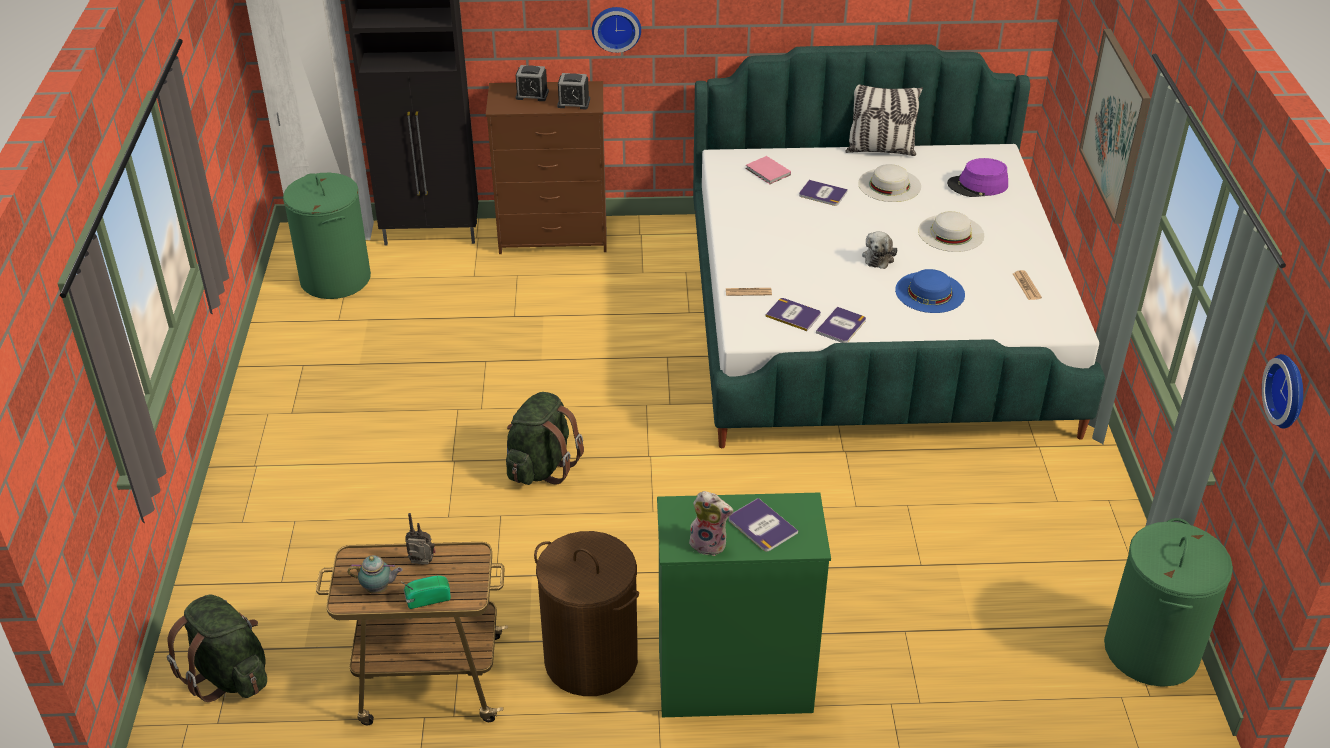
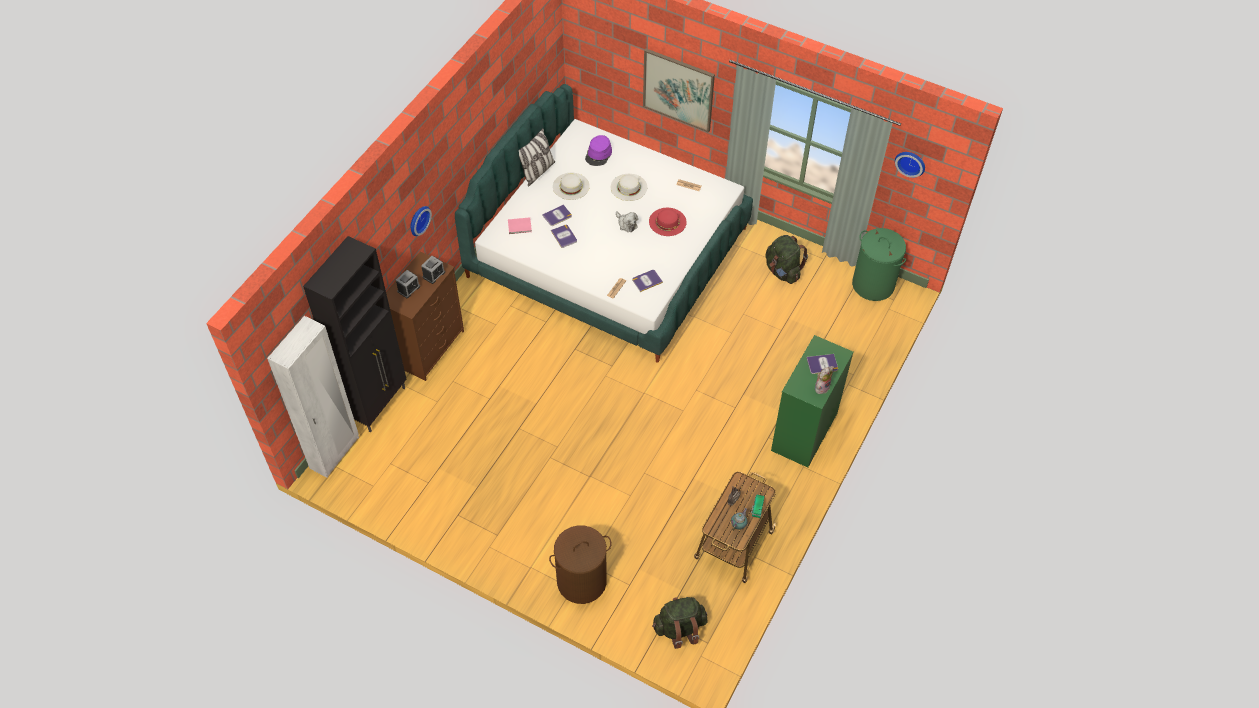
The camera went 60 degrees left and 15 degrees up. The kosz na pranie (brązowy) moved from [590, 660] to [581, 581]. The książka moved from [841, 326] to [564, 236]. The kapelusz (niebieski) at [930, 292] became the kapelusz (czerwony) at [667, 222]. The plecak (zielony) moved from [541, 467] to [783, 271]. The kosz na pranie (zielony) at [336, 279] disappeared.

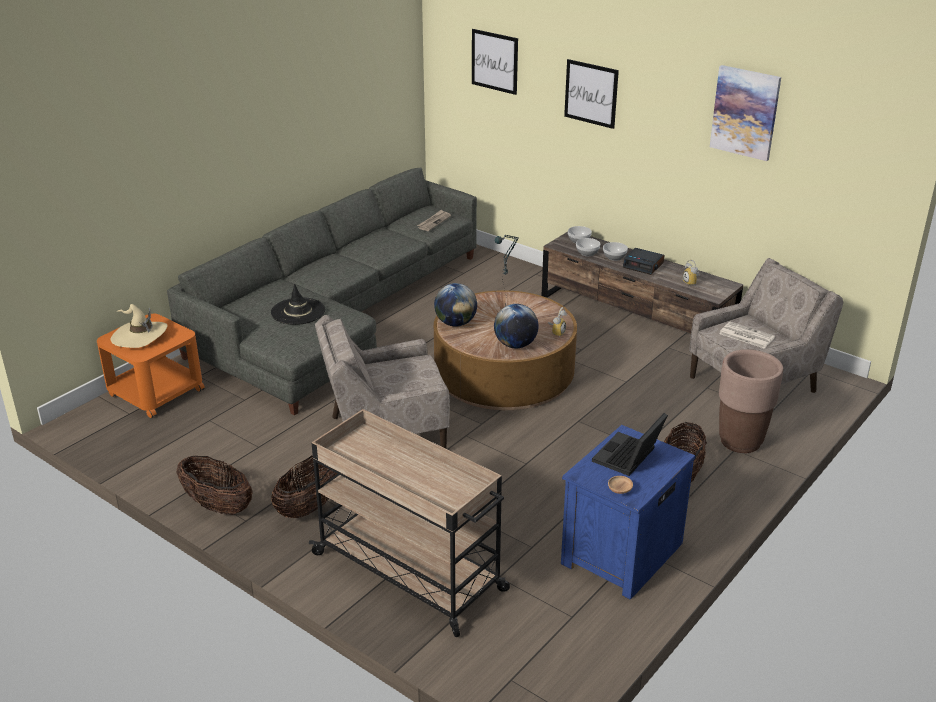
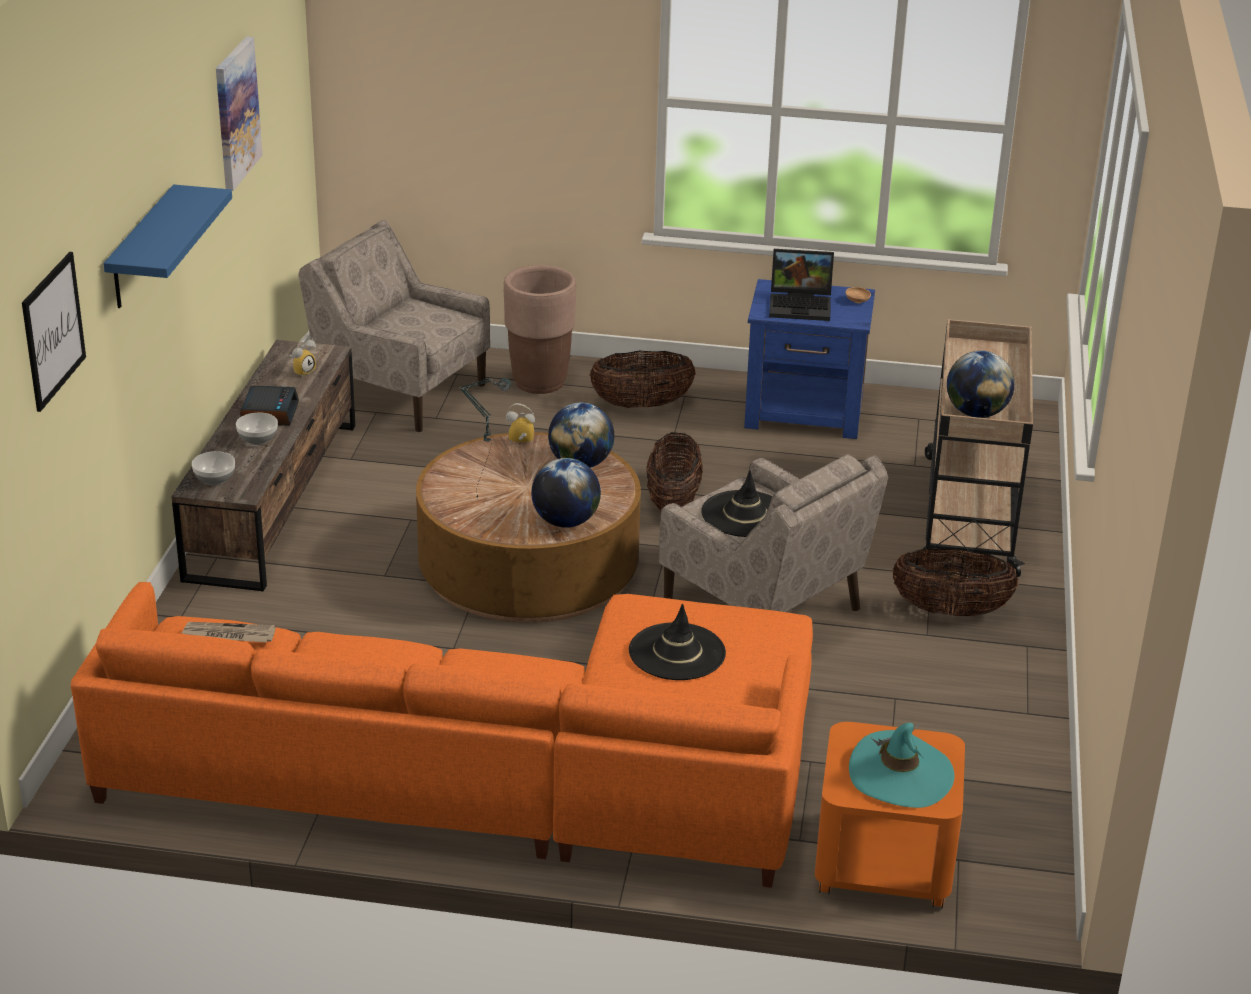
The camera went 120 degrees left and 0 degrees up. The kanapa (szary) at [335, 317] became the kanapa (pomarańczowy) at [494, 774]. The obraz at [591, 93] was replaced by the półka (niebieski) at [142, 248]. The koszyk moved from [217, 505] to [673, 502]. The kapelusz (czarny) at [744, 514] appeared. The kapelusz (beżowy) at [139, 336] became the kapelusz (turkusowy) at [900, 775]. The globus at [976, 413] appeared. The miska at [587, 253] disappeared. The gazeta at [746, 335] disappeared.

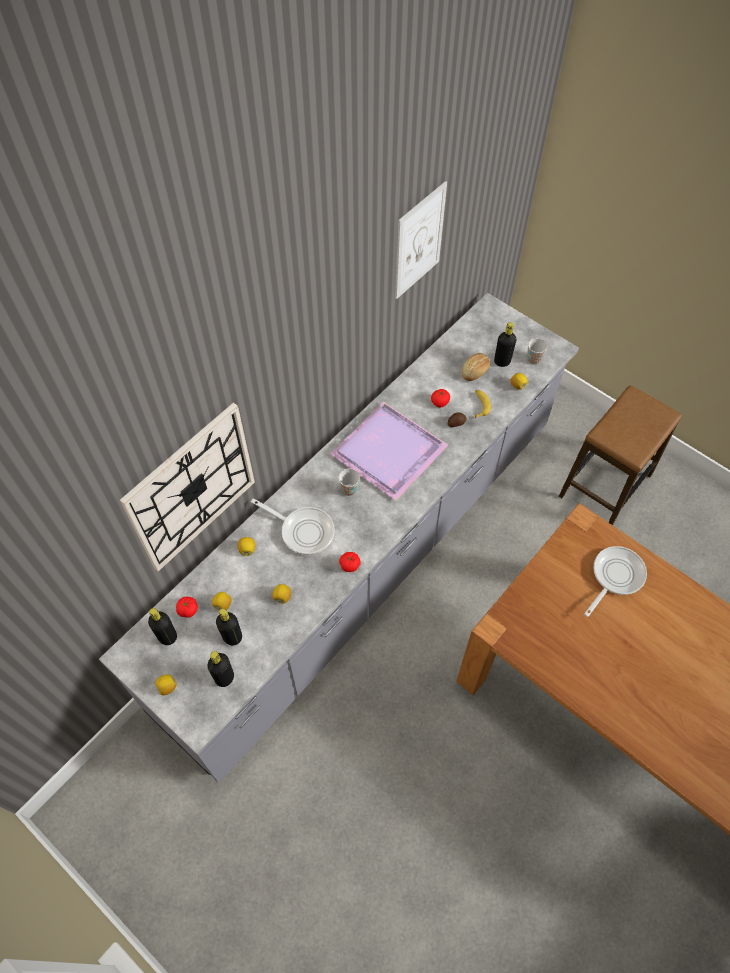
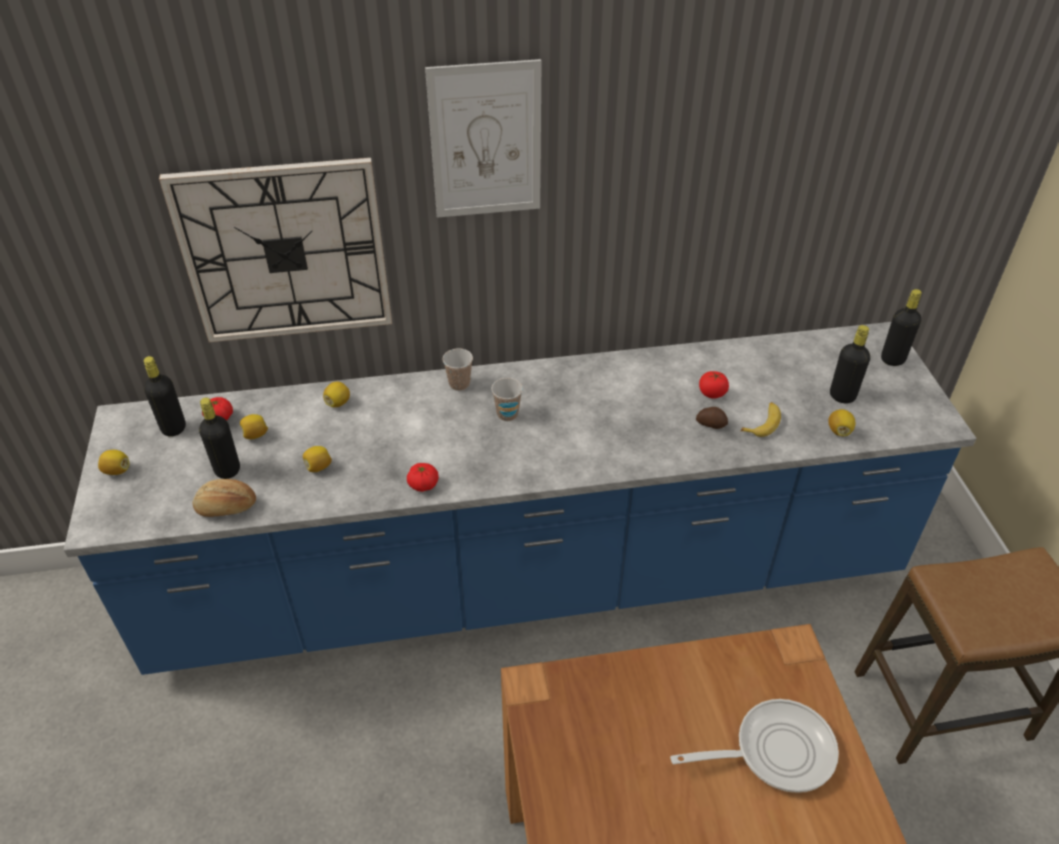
The camera went 40 degrees right and 15 degrees down. The zabudowa kuchenna (szary) at [365, 562] became the zabudowa kuchenna (niebieski) at [529, 578]. The chleb moved from [475, 371] to [226, 508]. The obraz moved from [419, 241] to [486, 141]. The filiżanka moved from [533, 359] to [459, 384]. The butelka (czarny) moved from [224, 677] to [892, 359]. The patelnia at [303, 530] disappeared. The taca (fioletowy) at [389, 453] disappeared.

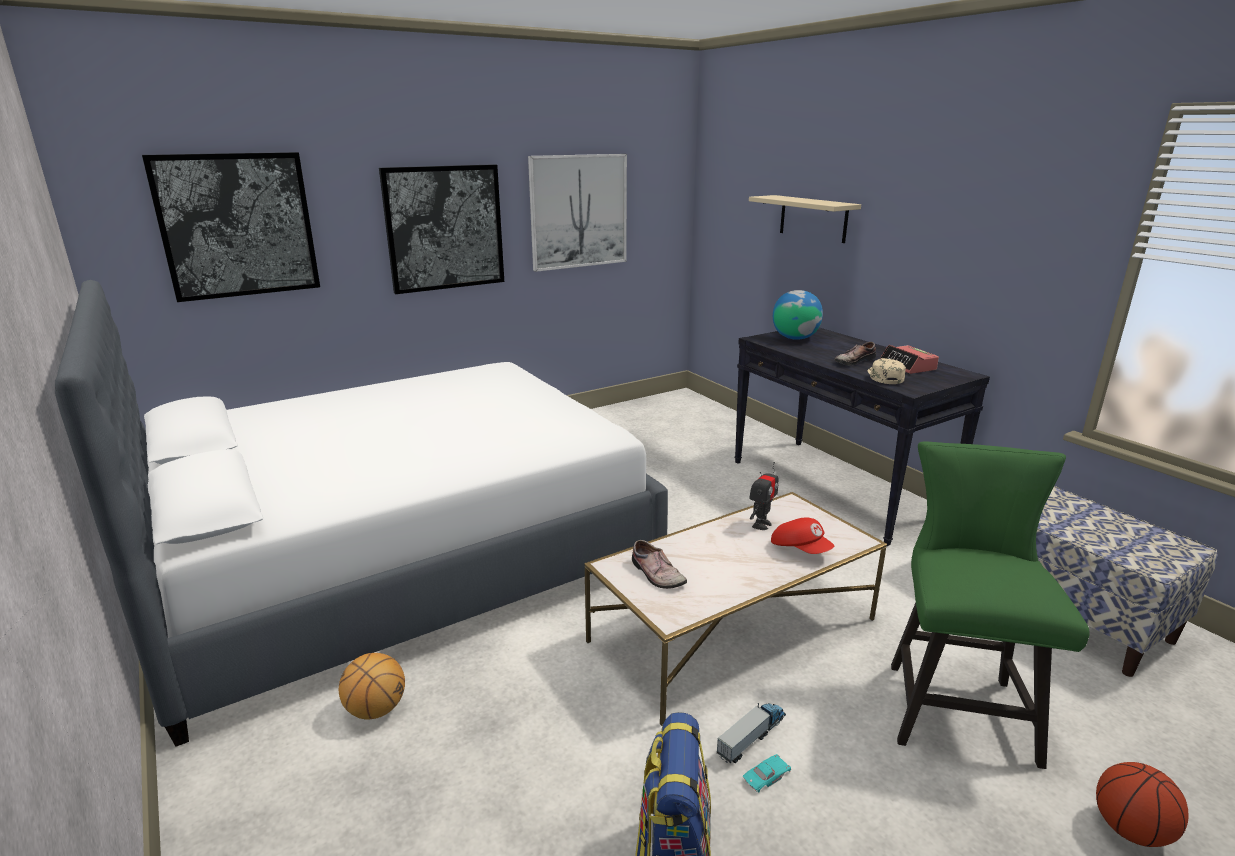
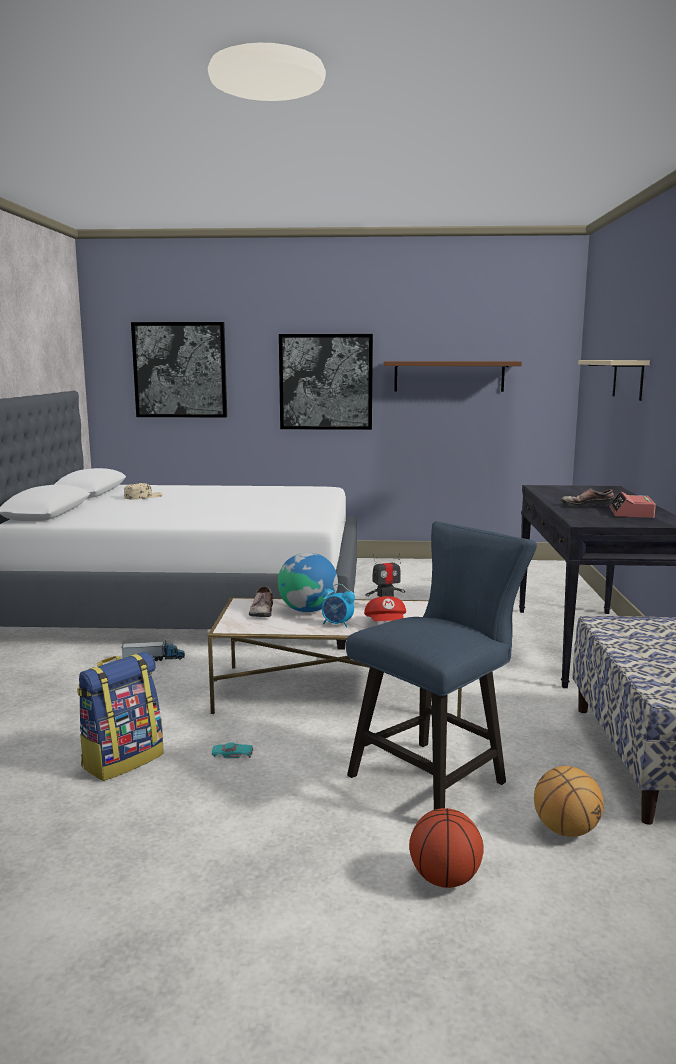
The camera went 35 degrees right and 10 degrees down. The ciężarówka zabawkowa moved from [752, 737] to [154, 659]. The czapka z daszkiem (beżowy) moved from [884, 376] to [143, 497]. The globus moved from [795, 338] to [308, 610]. The budzik at [337, 624] appeared. The krzesło (zielony) at [955, 703] became the krzesło (niebieski) at [436, 776]. The obraz at [578, 211] was replaced by the półka (brązowy) at [449, 376]. The piłka do koszykówki moved from [376, 710] to [566, 830].

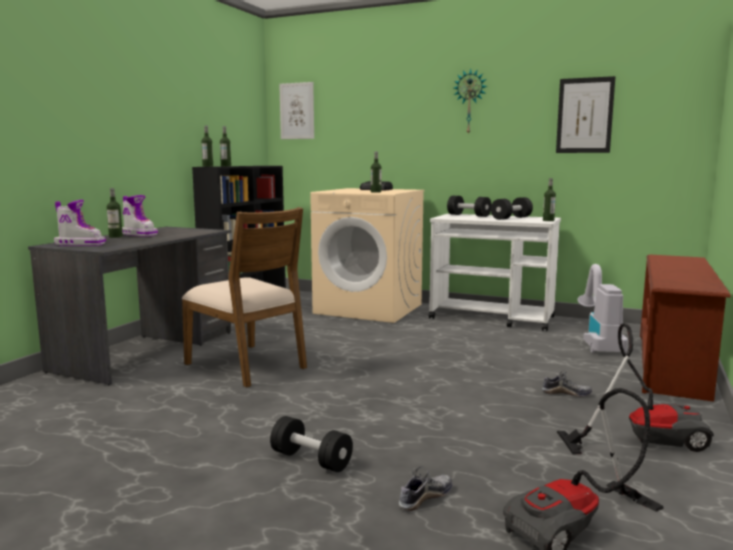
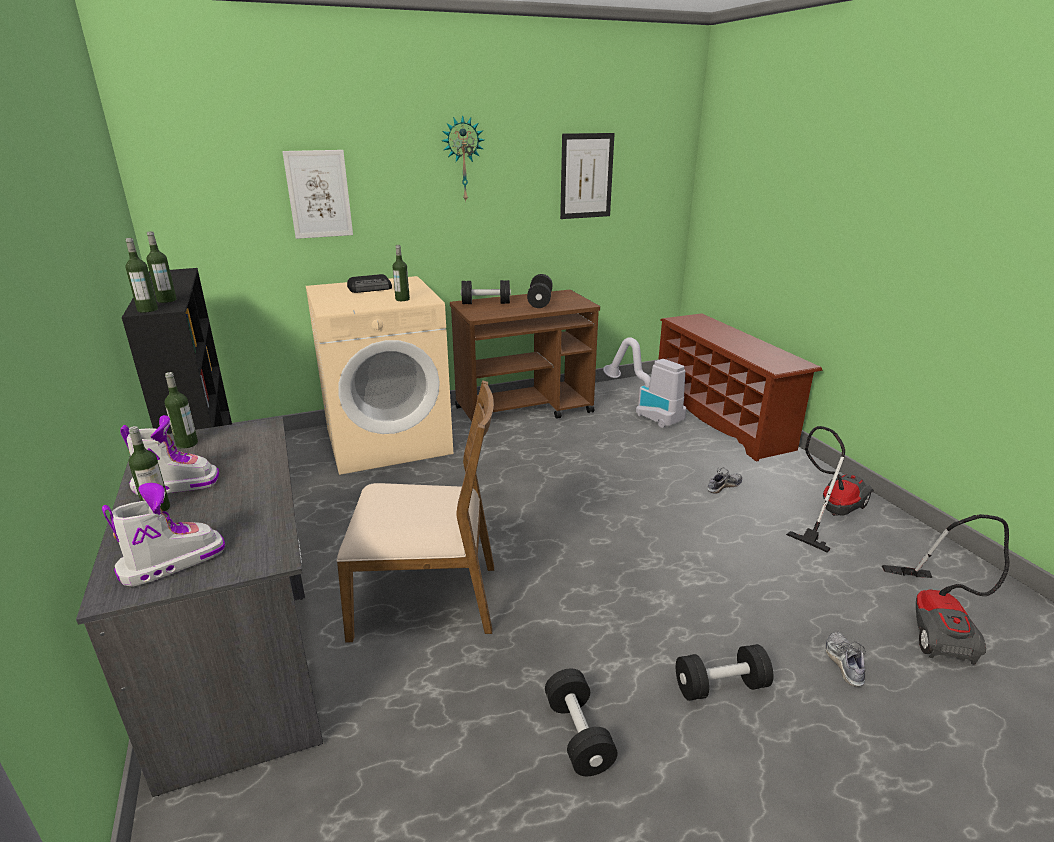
The camera went 45 degrees left and 15 degrees up. The butelka moved from [548, 220] to [187, 444]. The obraz moved from [297, 111] to [319, 194]. The wózek (biały) at [493, 318] became the wózek (brązowy) at [525, 410]. The hantel (czarny) at [578, 735] appeared.

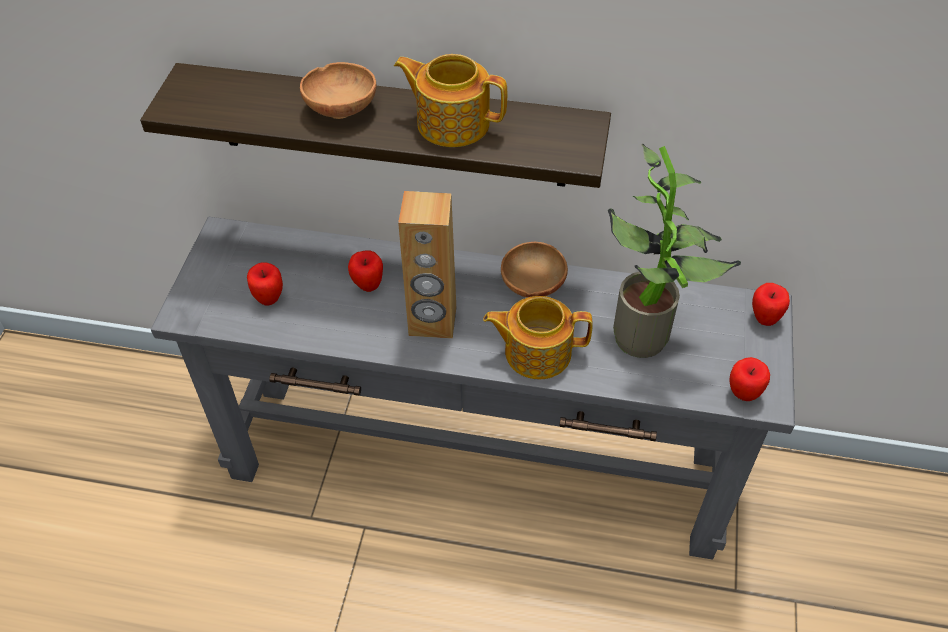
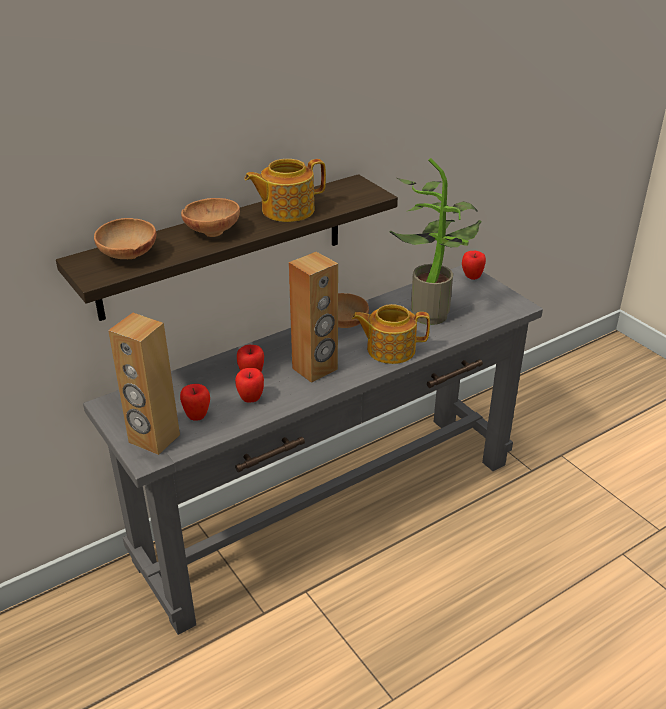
The camera went 45 degrees left and 15 degrees down. The miska (brązowy) at [127, 256] appeared. The głośnik (brązowy) at [154, 439] appeared. The jabłko moved from [743, 394] to [251, 399]. The imbryk at [536, 352] turned 45 degrees clockwise.

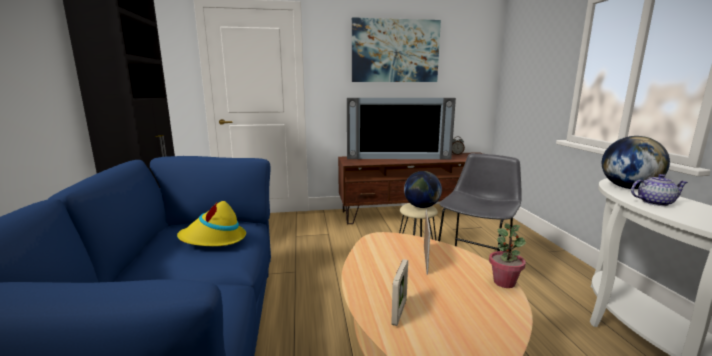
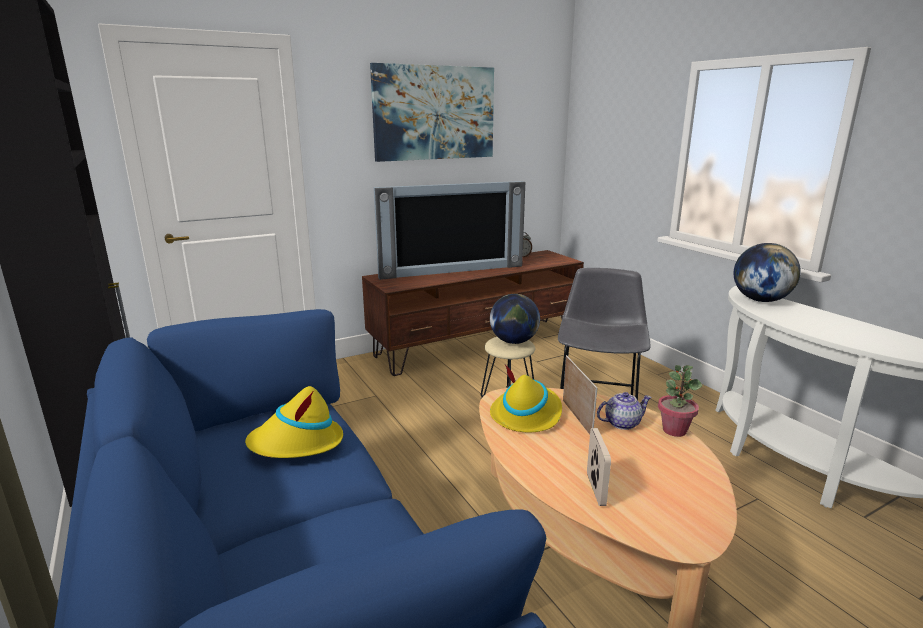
The camera went 20 degrees left and 5 degrees up. The kapelusz (żółty) at [526, 414] appeared. The imbryk moved from [654, 202] to [621, 423].

